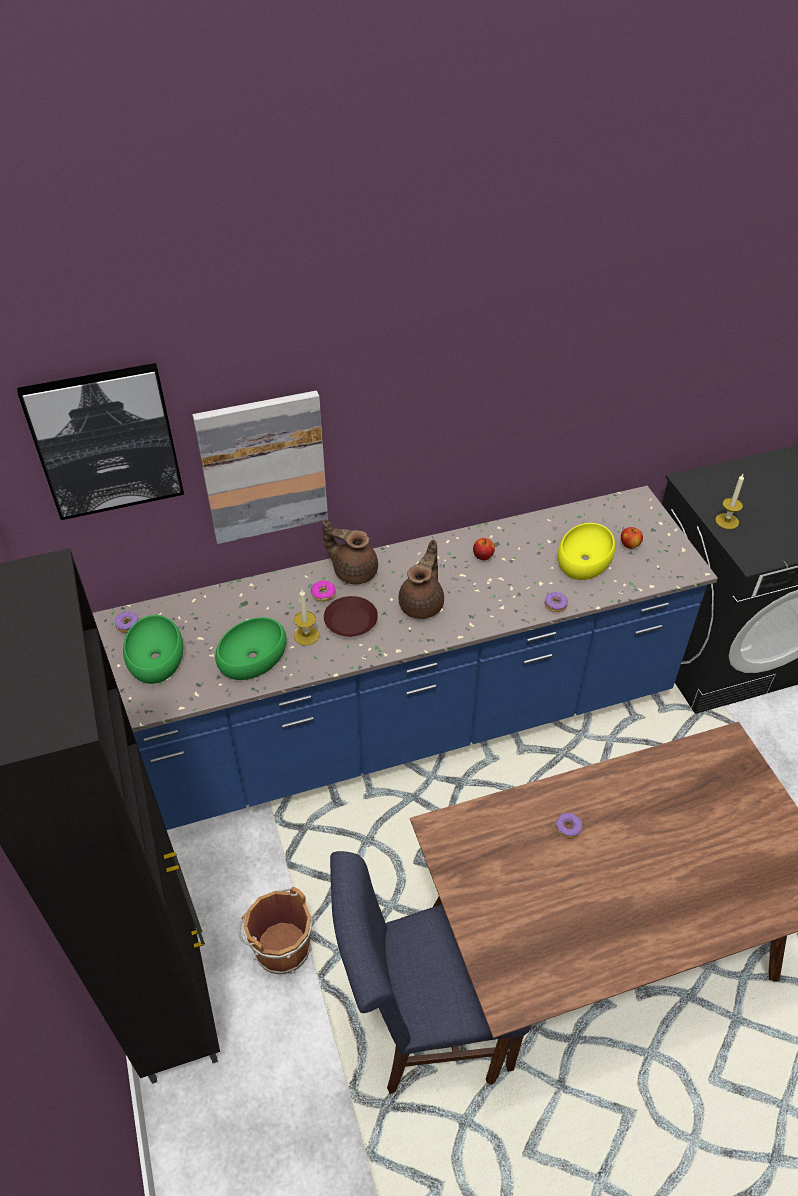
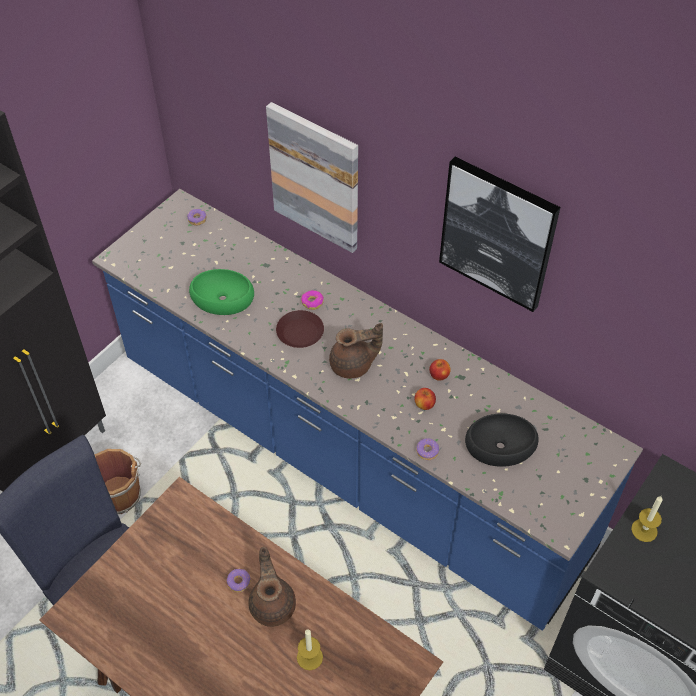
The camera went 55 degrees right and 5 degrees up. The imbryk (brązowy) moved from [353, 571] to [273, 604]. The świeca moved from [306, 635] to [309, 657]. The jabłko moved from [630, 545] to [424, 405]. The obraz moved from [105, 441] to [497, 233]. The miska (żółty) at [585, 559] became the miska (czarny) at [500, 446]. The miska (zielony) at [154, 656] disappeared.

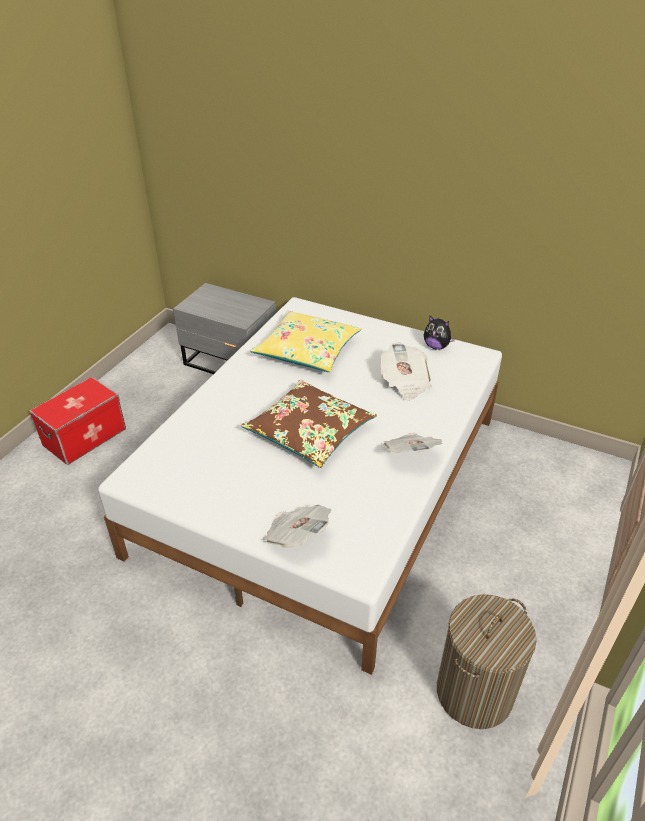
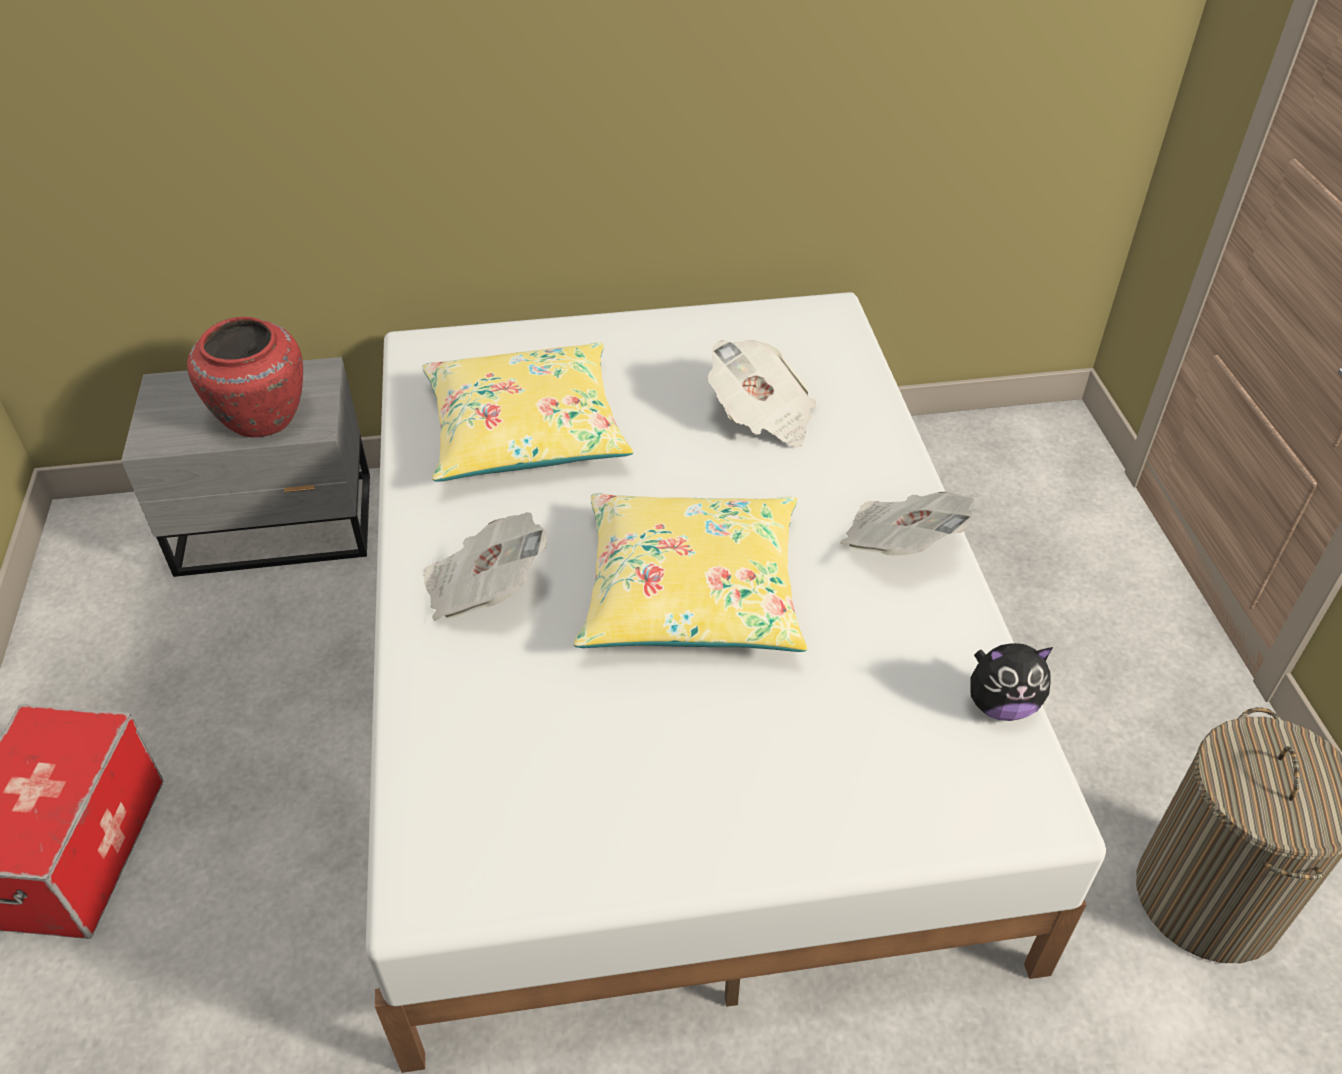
The camera went 35 degrees left and 5 degrees up. The wazon (czerwony) at [262, 420] appeared. The gazeta moved from [296, 536] to [484, 589]. The poduszka (brązowy) at [309, 432] became the poduszka (żółty) at [691, 591]. The pluszak moved from [436, 346] to [1001, 704].

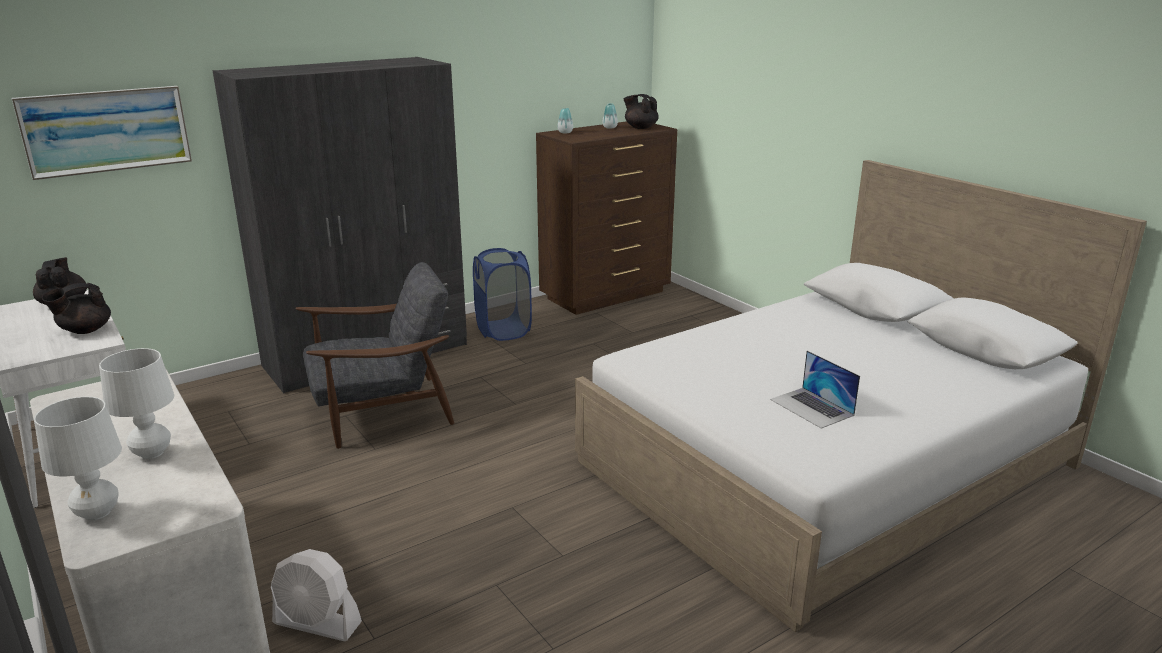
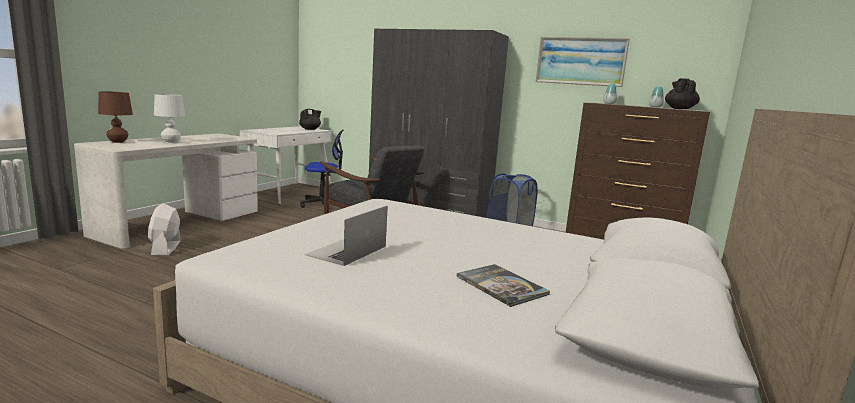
The camera went 60 degrees right and 10 degrees down. The lampa stołowa (biały) at [97, 513] became the lampa stołowa (brązowy) at [118, 142]. The krzesło biurowe at [323, 205] appeared. The książka at [501, 285] appeared. The obraz moved from [106, 131] to [580, 61]. The imbryk (czarny) at [85, 330] disappeared.

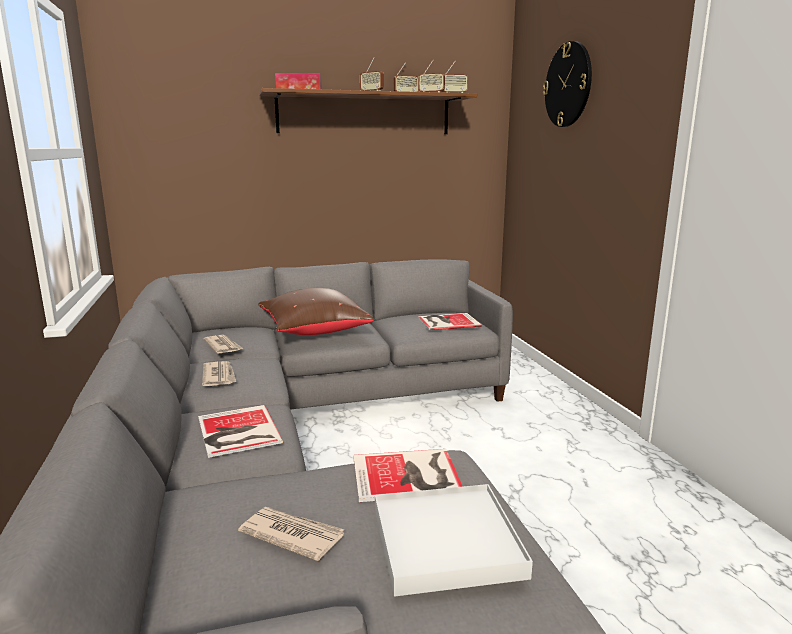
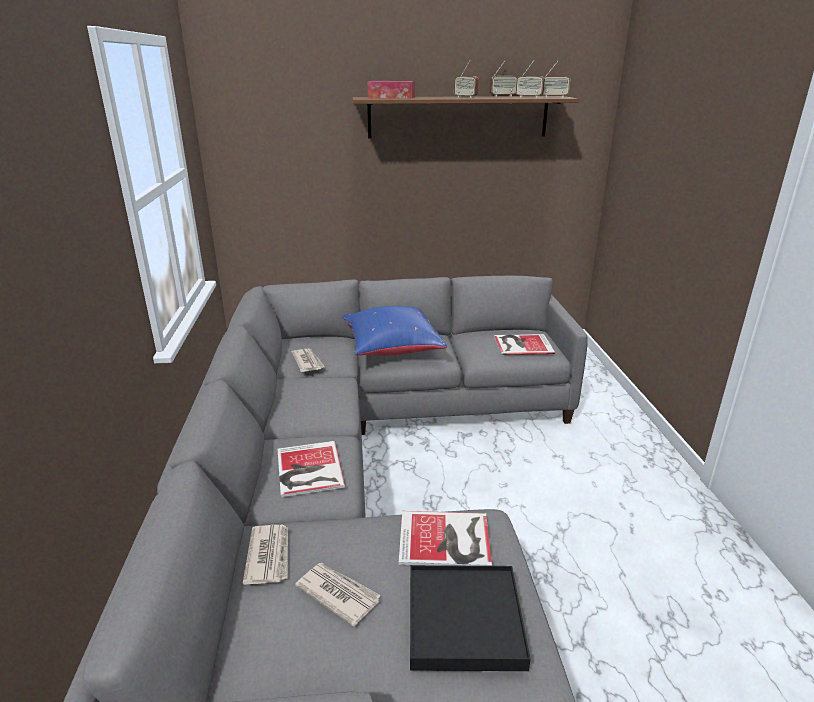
The camera went 10 degrees right and 10 degrees up. The gazeta moved from [219, 376] to [269, 555]. The poduszka (brązowy) at [313, 331] became the poduszka (niebieski) at [391, 347]. The taca (biały) at [446, 542] became the taca (czarny) at [465, 620]. The zegar ścienny at [568, 85] disappeared.

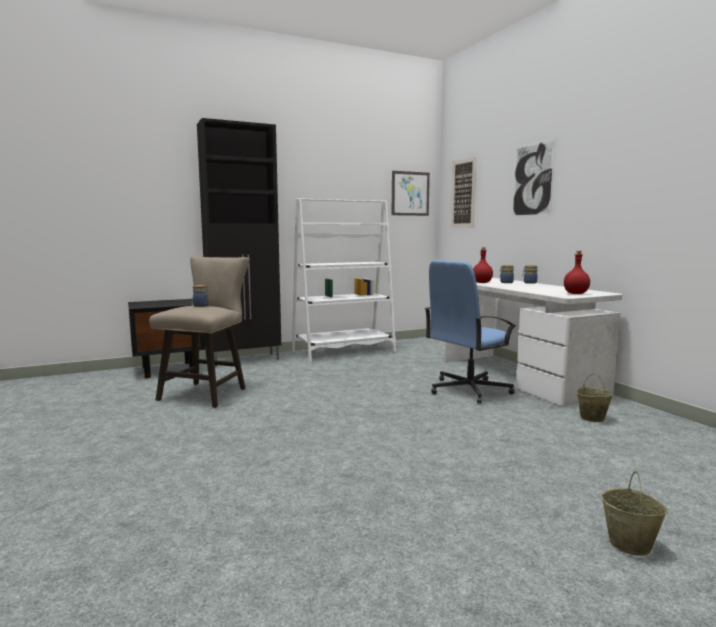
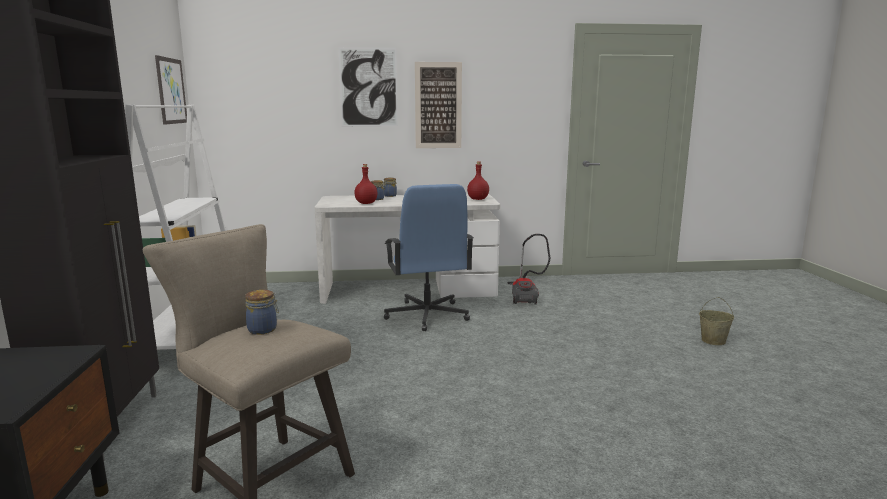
The camera went 70 degrees left and 5 degrees up. The obraz moved from [463, 193] to [438, 105]. The wiadro (beżowy) at [591, 418] was replaced by the odkurzacz at [525, 296].

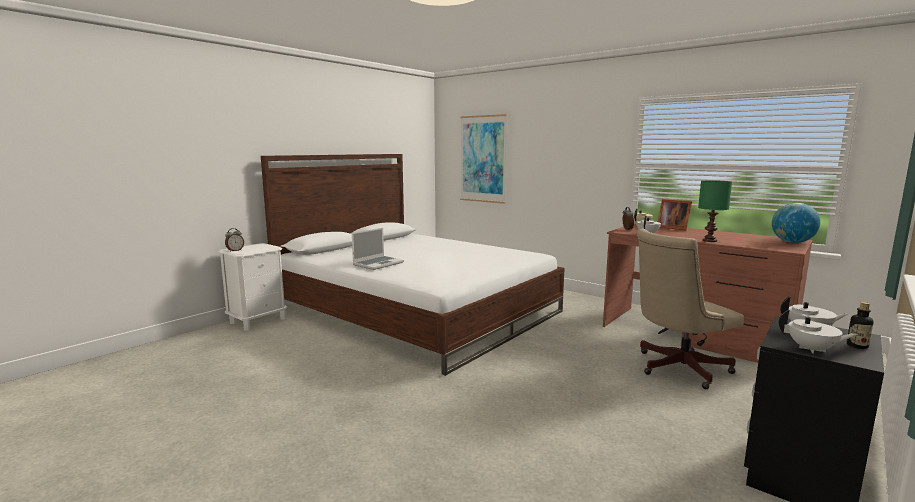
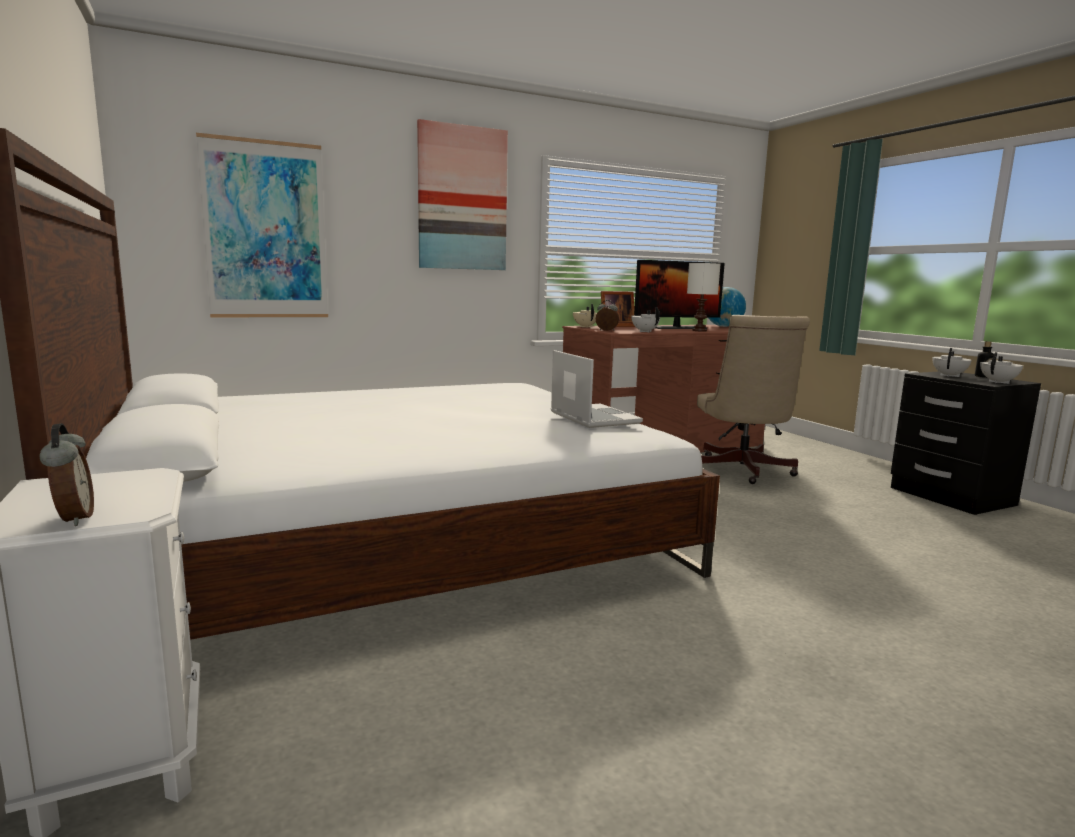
The camera went 65 degrees left and 0 degrees up. The obraz at [462, 199] appeared. The laptop moved from [378, 263] to [592, 418]. The monitor at [677, 328] appeared. The lampa stołowa (zielony) at [709, 241] became the lampa stołowa (biały) at [700, 330].

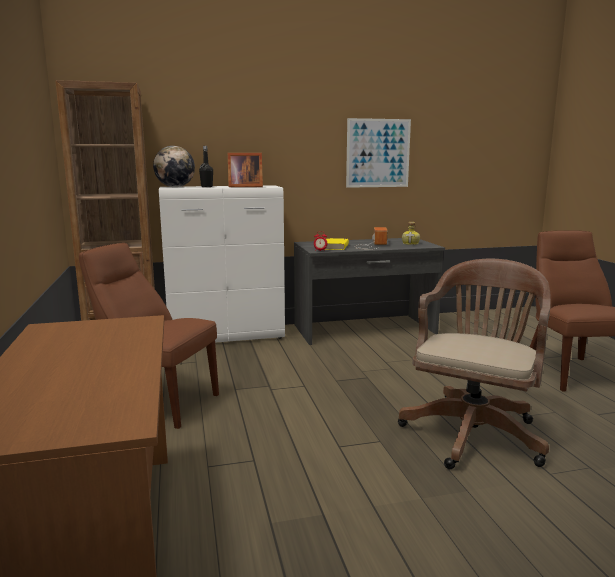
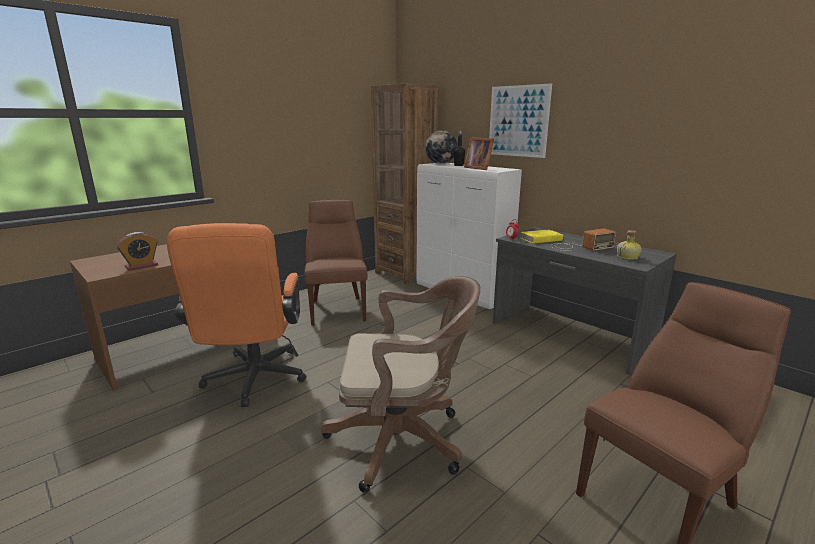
The camera went 60 degrees right and 5 degrees up. The budzik at [141, 266] appeared. The krzesło biurowe (pomarańczowy) at [253, 381] appeared. The obraz moved from [378, 153] to [518, 121].

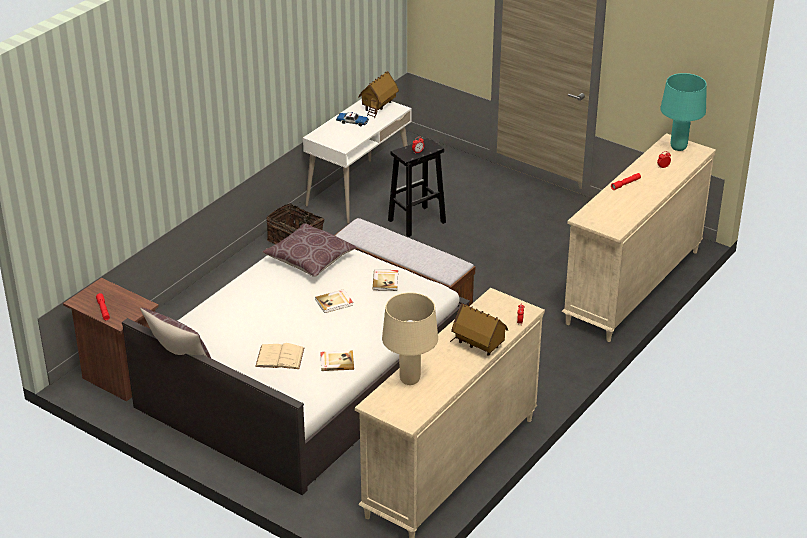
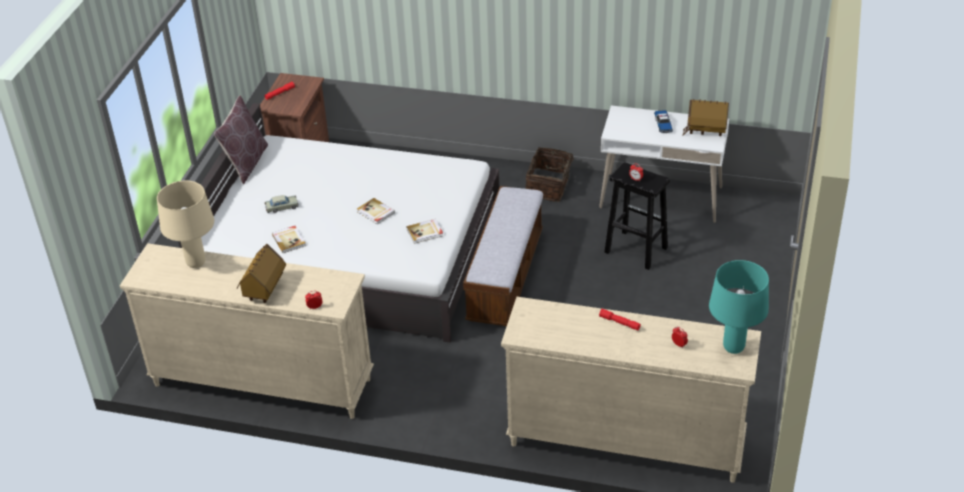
The camera went 70 degrees right and 5 degrees up. The książka (beżowy) at [280, 357] was replaced by the samochodzik (beżowy) at [282, 207]. The poduszka (brązowy) at [310, 259] disappeared.

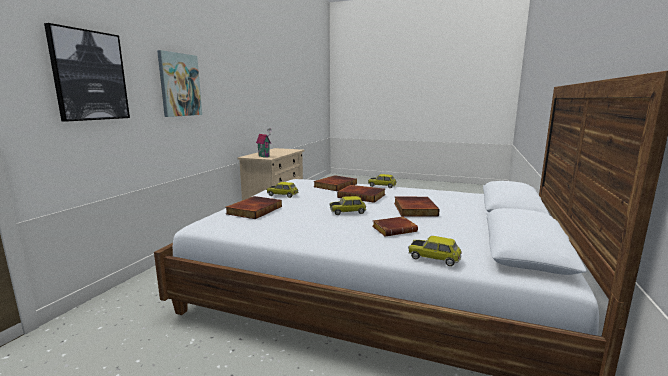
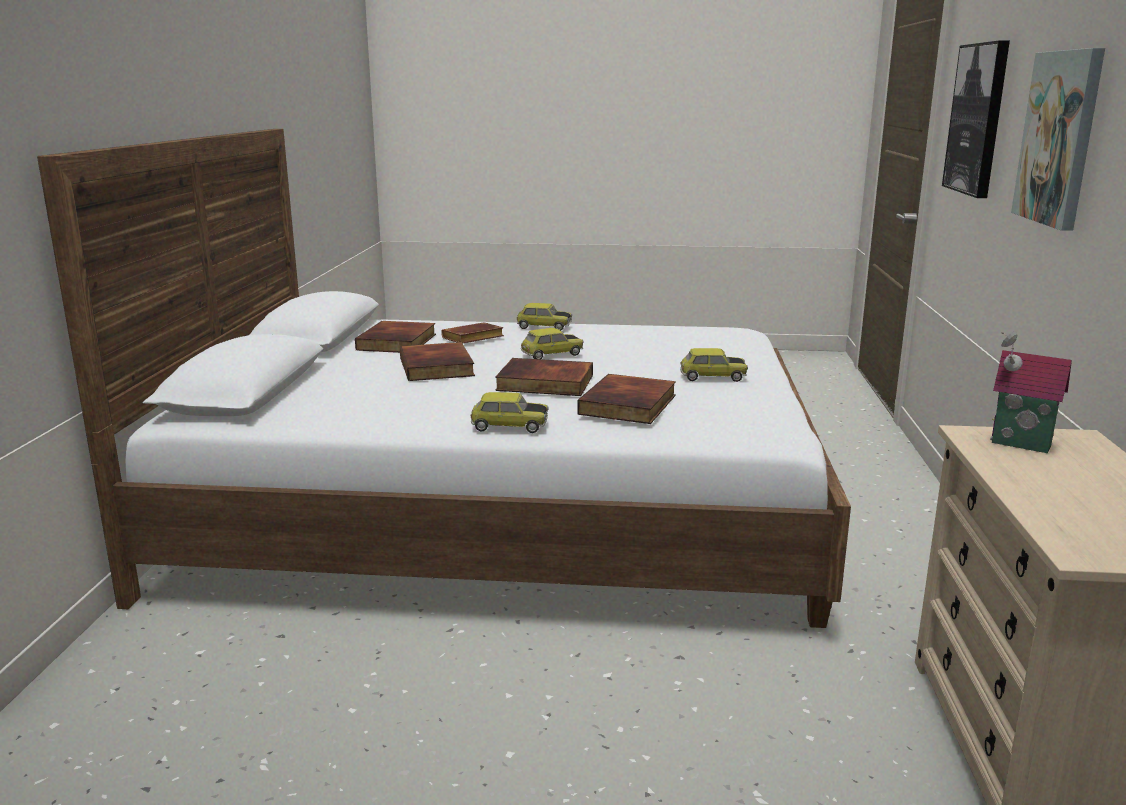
The camera went 165 degrees right and 5 degrees up. The książka moved from [254, 210] to [398, 342]. The samochodzik moved from [434, 258] to [543, 327].

